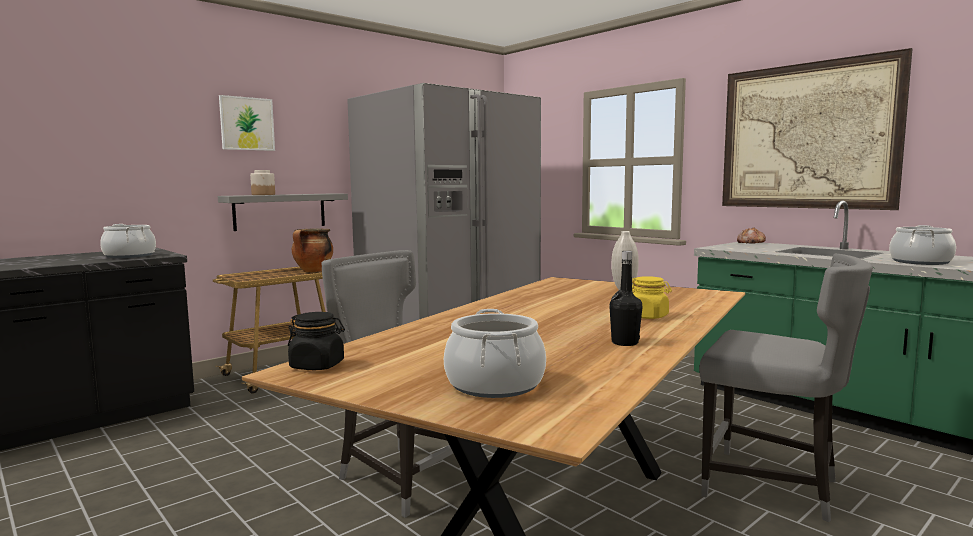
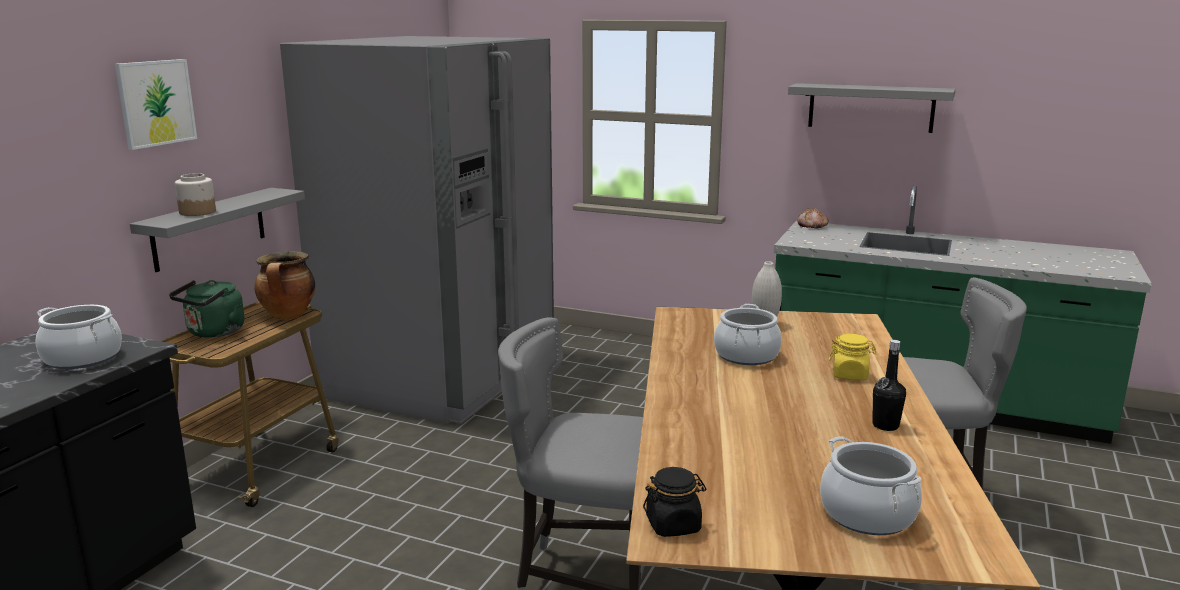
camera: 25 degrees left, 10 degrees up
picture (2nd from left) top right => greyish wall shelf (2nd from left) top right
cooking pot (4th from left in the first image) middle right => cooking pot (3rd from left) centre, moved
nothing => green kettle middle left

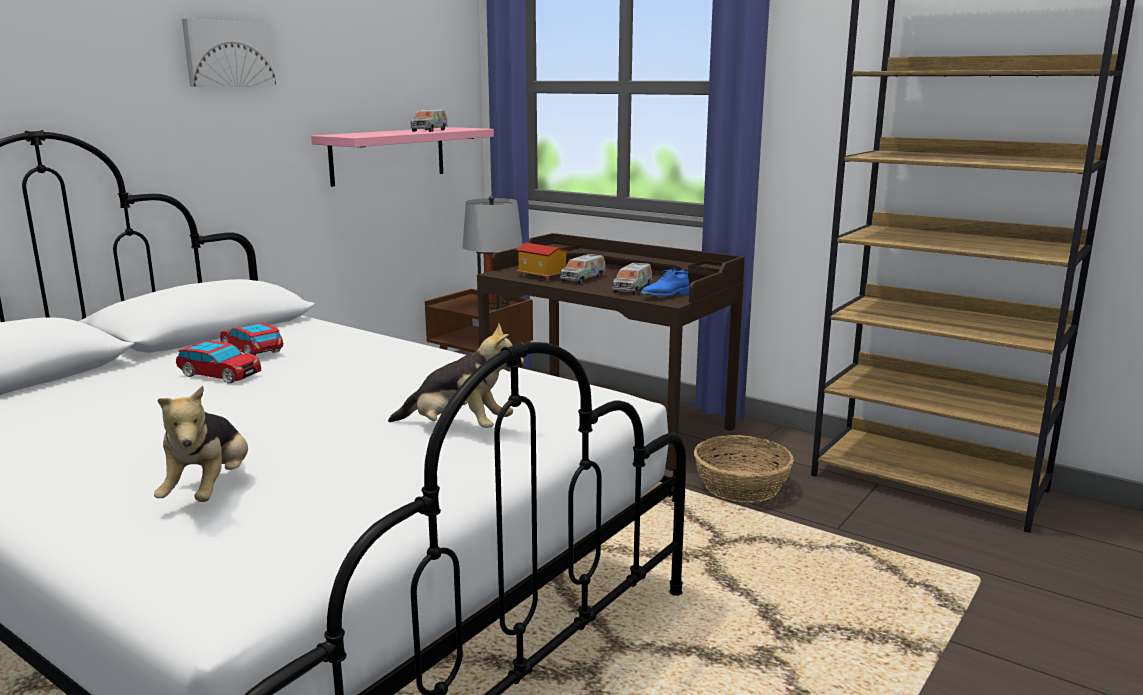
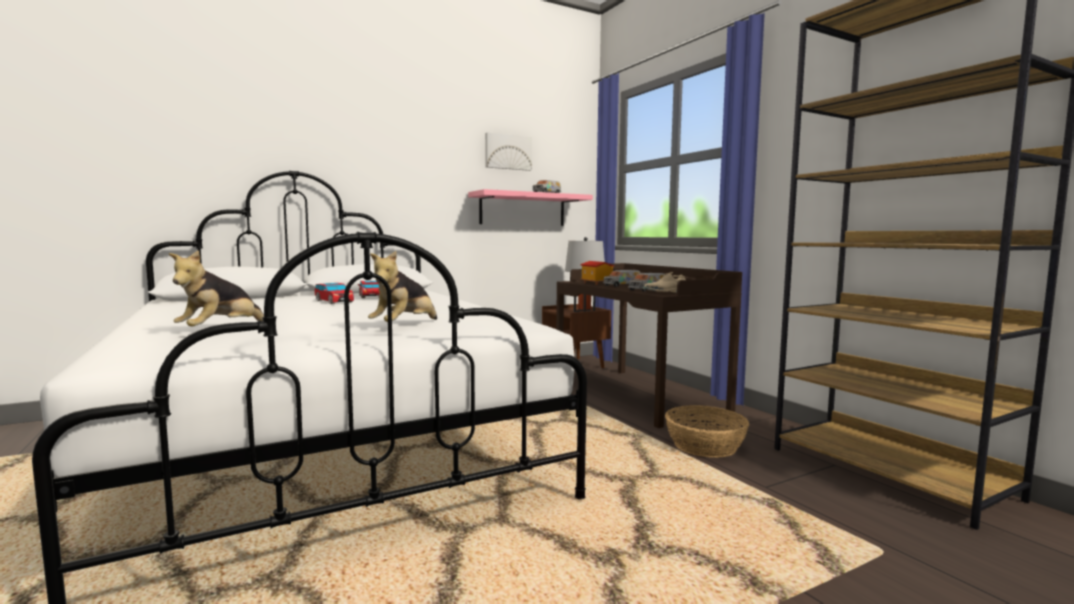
camera: 25 degrees right, 10 degrees down
picture top left => picture top centre, moved
cuddly toy (2nd from left) centre, 75 degrees clockwise
bluish shoe centre => beige-coloured shoe centre

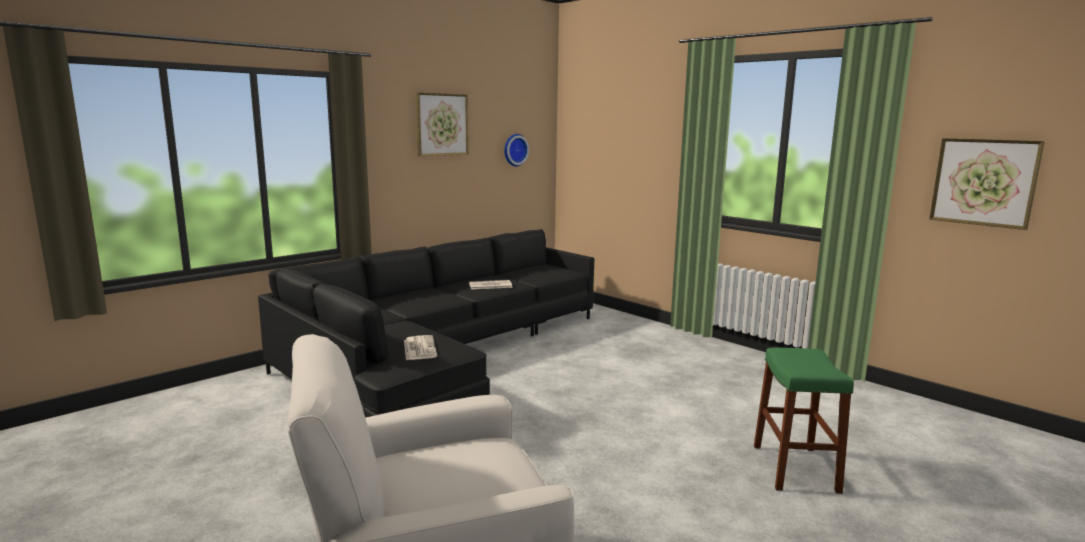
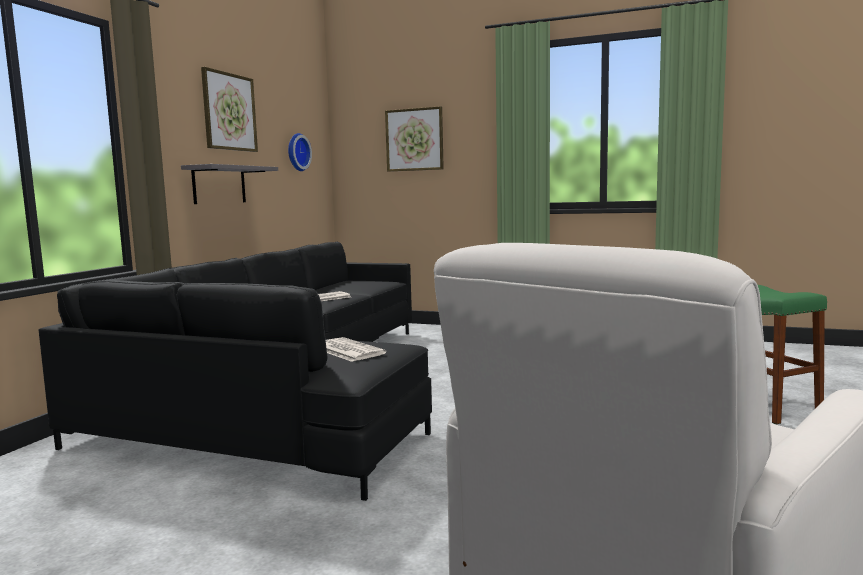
camera: 25 degrees left, 5 degrees down
picture (2nd from left) middle right => picture (2nd from left) top centre, moved
nothing => greyish wall shelf top left

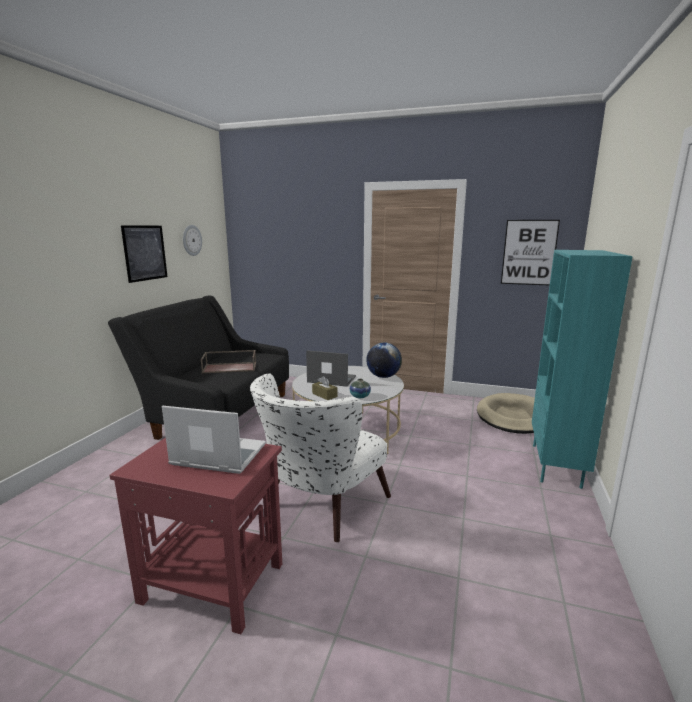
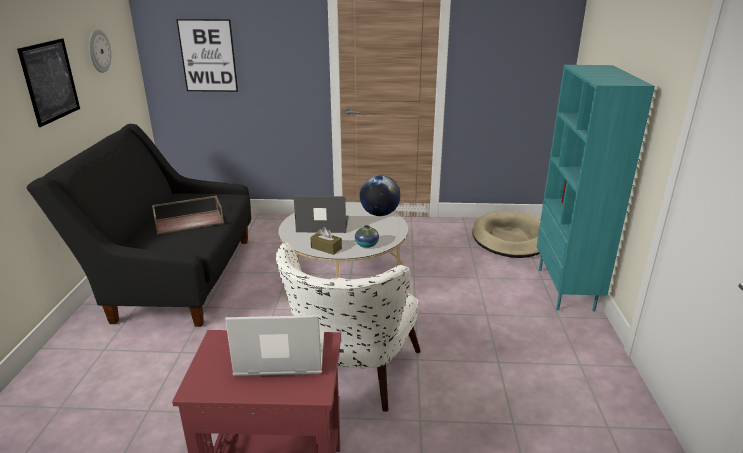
camera: 15 degrees left, 10 degrees up
picture (2nd from left) middle right => picture (2nd from left) top left, moved

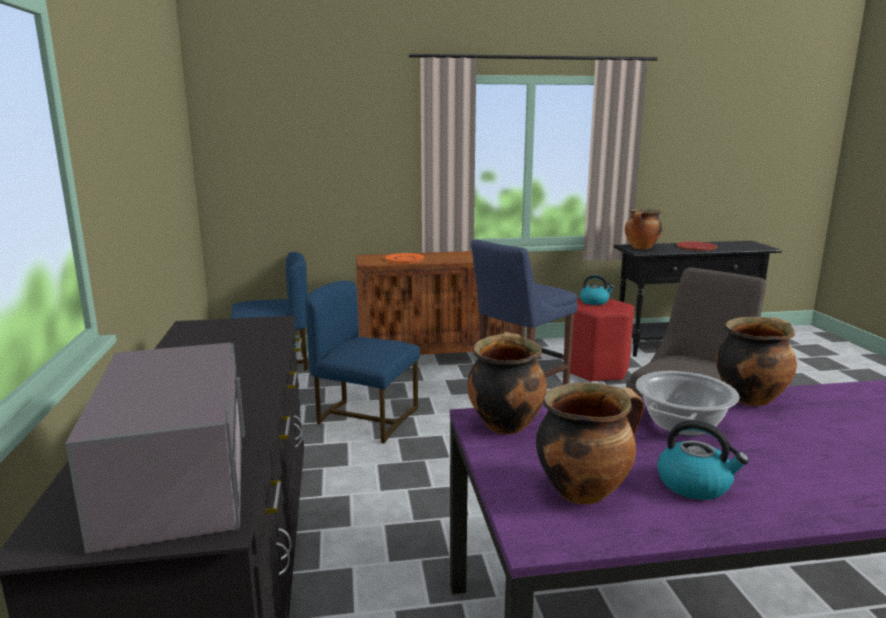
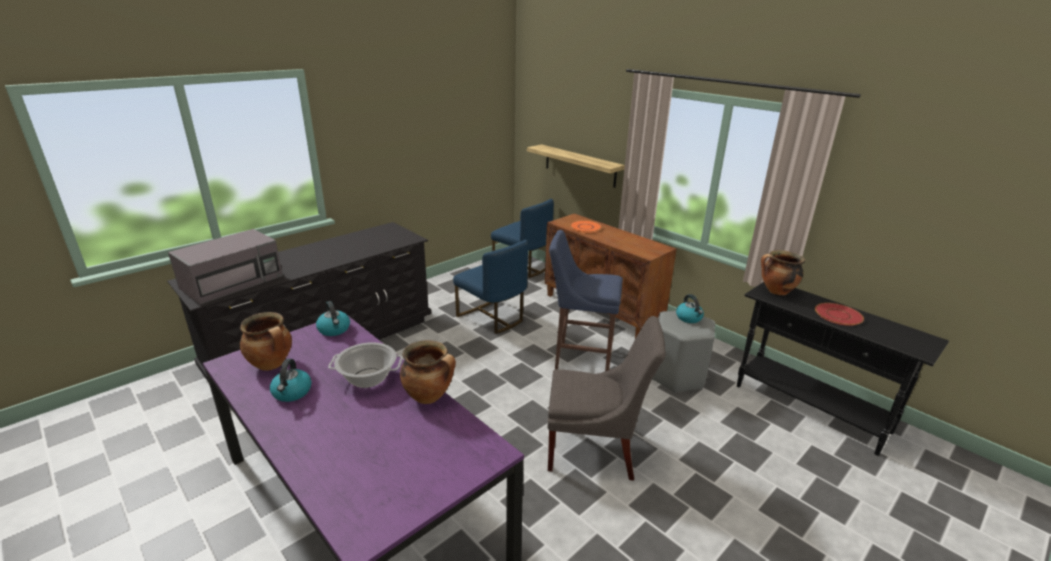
camera: 55 degrees right, 10 degrees up
bluish upright chair (2nd from left in the first image) centre => bluish upright chair (1st from left) centre, 150 degrees clockwise
cooking pot (1st from left) centre => kettle (2nd from left) middle left
reddish stool seat middle right => greyish stool seat centre
nothing => wall shelf top centre

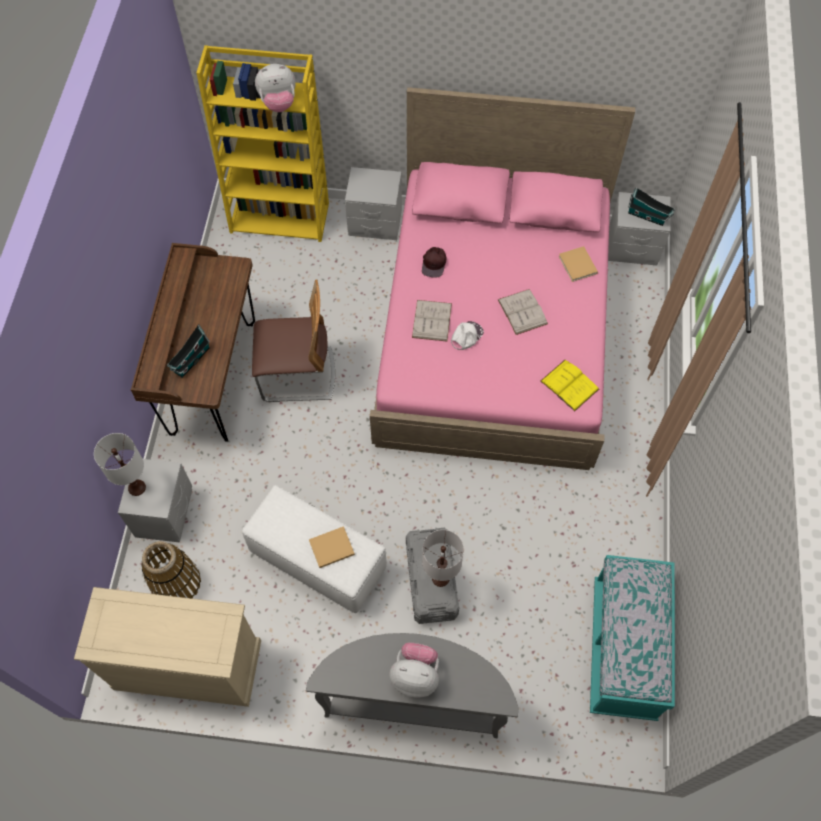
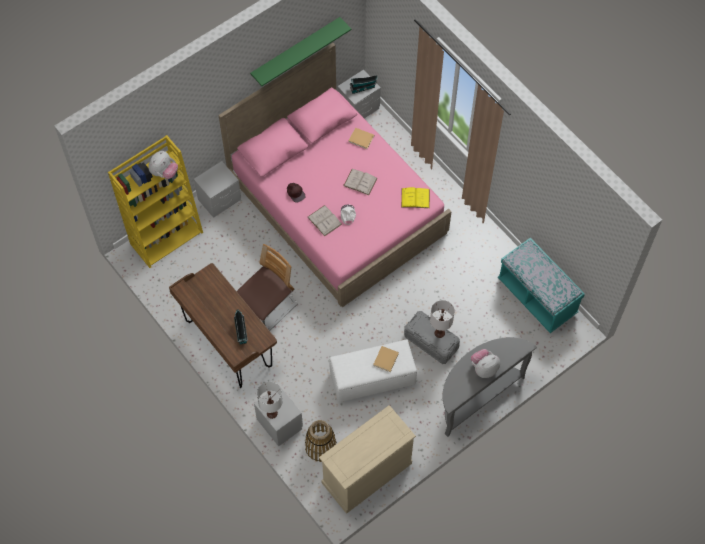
camera: 45 degrees left, 0 degrees up
nothing => green wall shelf top centre

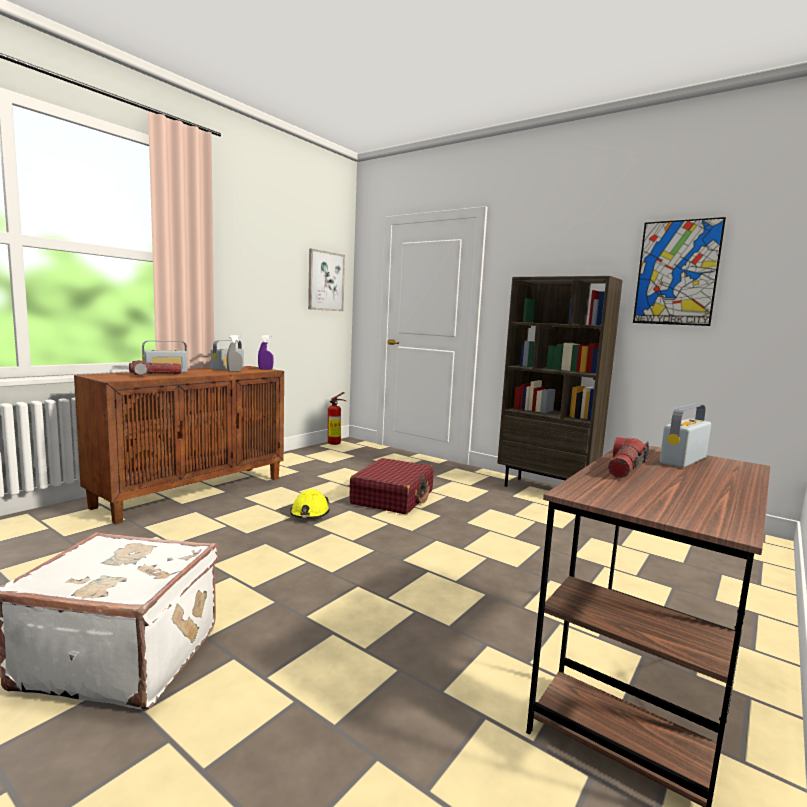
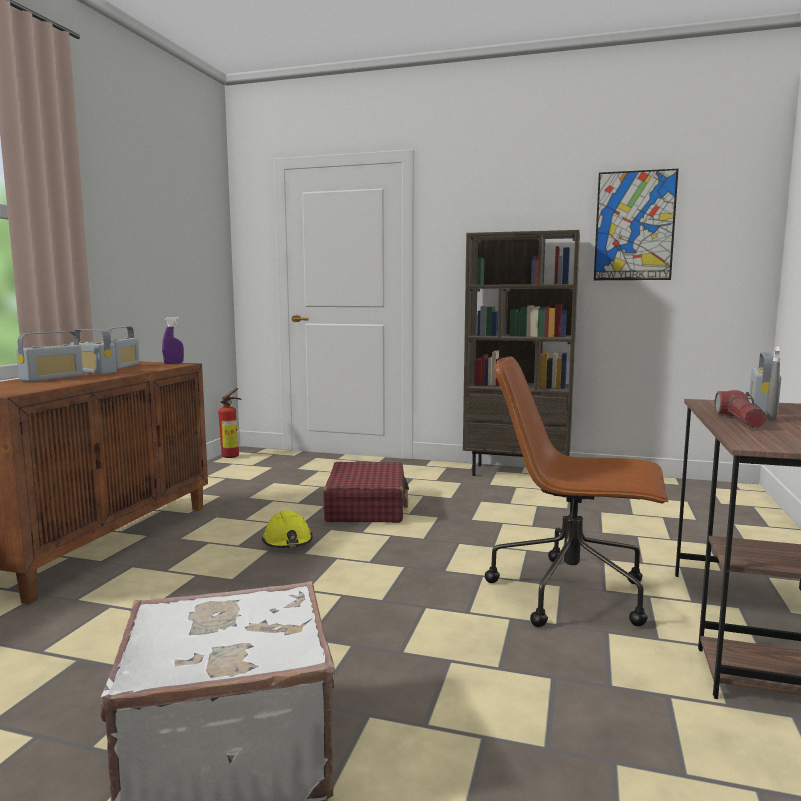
camera: 20 degrees left, 0 degrees up
hand torch (1st from left) middle left => nothing
greyish hand sprayer middle left => greyish hand sprayer middle right, moved
picture (1st from left) centre => nothing
nothing => radio receiver (2nd from left) middle left
nothing => brownish desk chair middle right

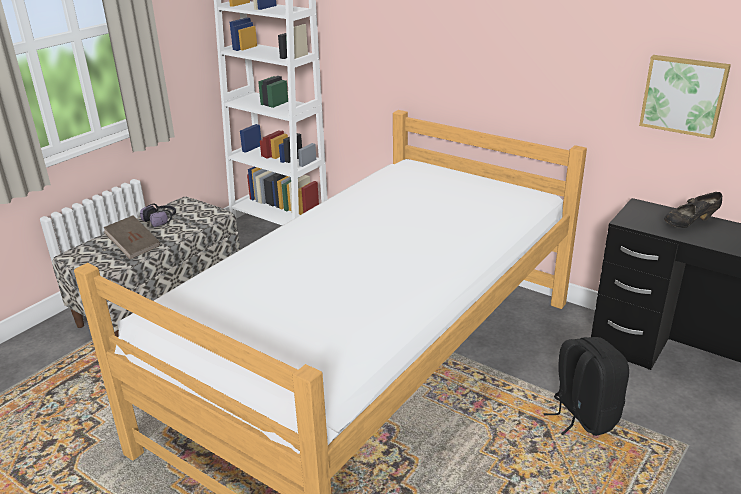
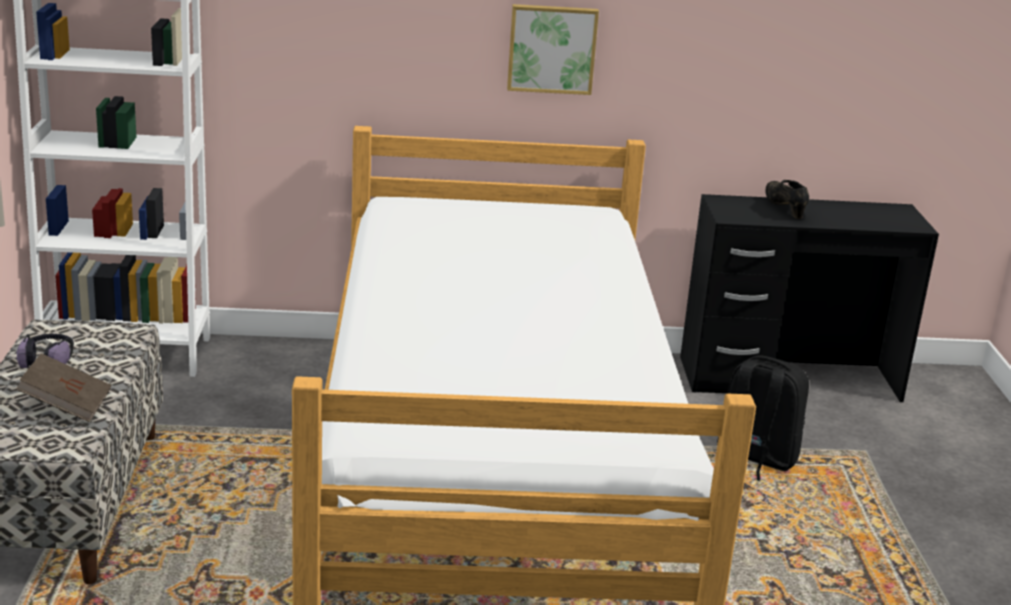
camera: 40 degrees left, 5 degrees down
picture top right => picture top centre, moved
black shoe middle right => black shoe top right, 135 degrees clockwise

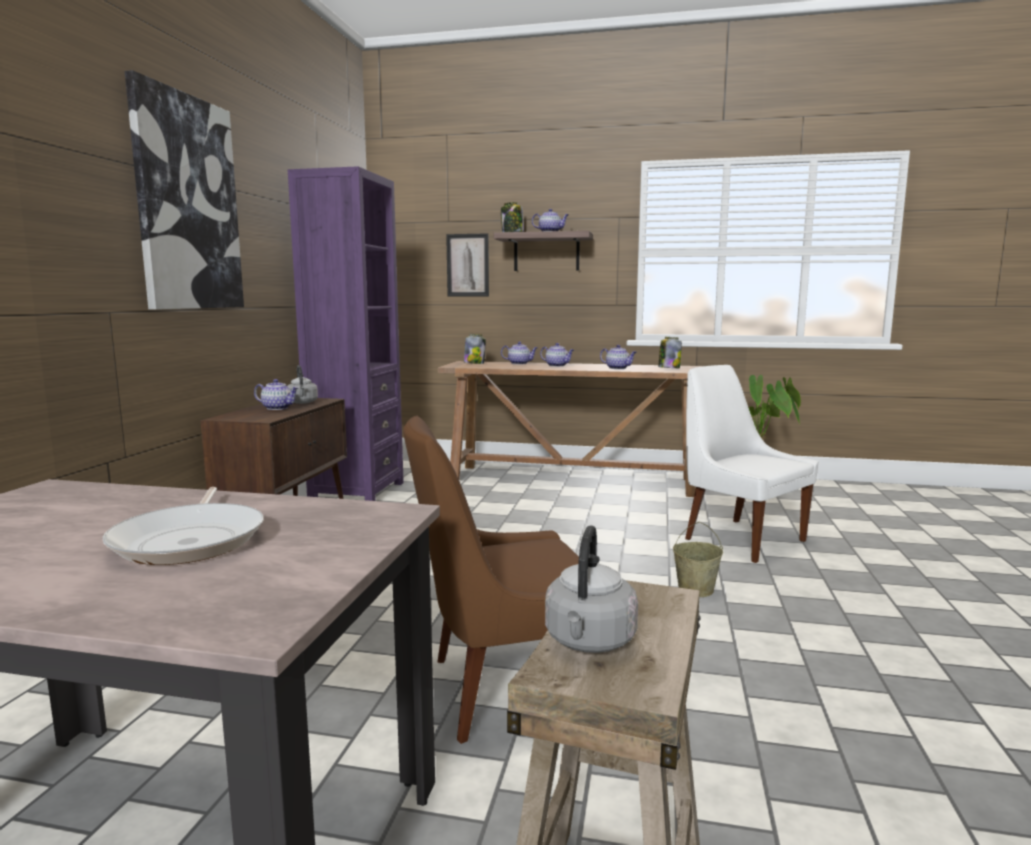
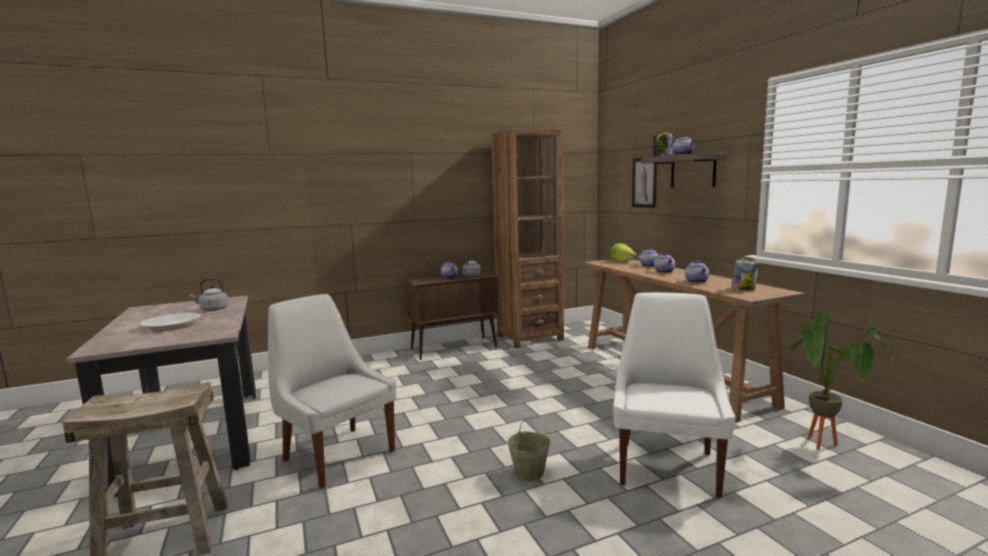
camera: 55 degrees right, 0 degrees up
picture (1st from left) top left => nothing
purple bookshelf centre => brownish bookshelf centre
brownish upright chair bottom centre => whitish upright chair (1st from left) bottom centre
preserve jar (1st from left) centre => lettuce centre
greyish kettle (2nd from left in the first image) bottom centre => greyish kettle (1st from left) middle left, moved

